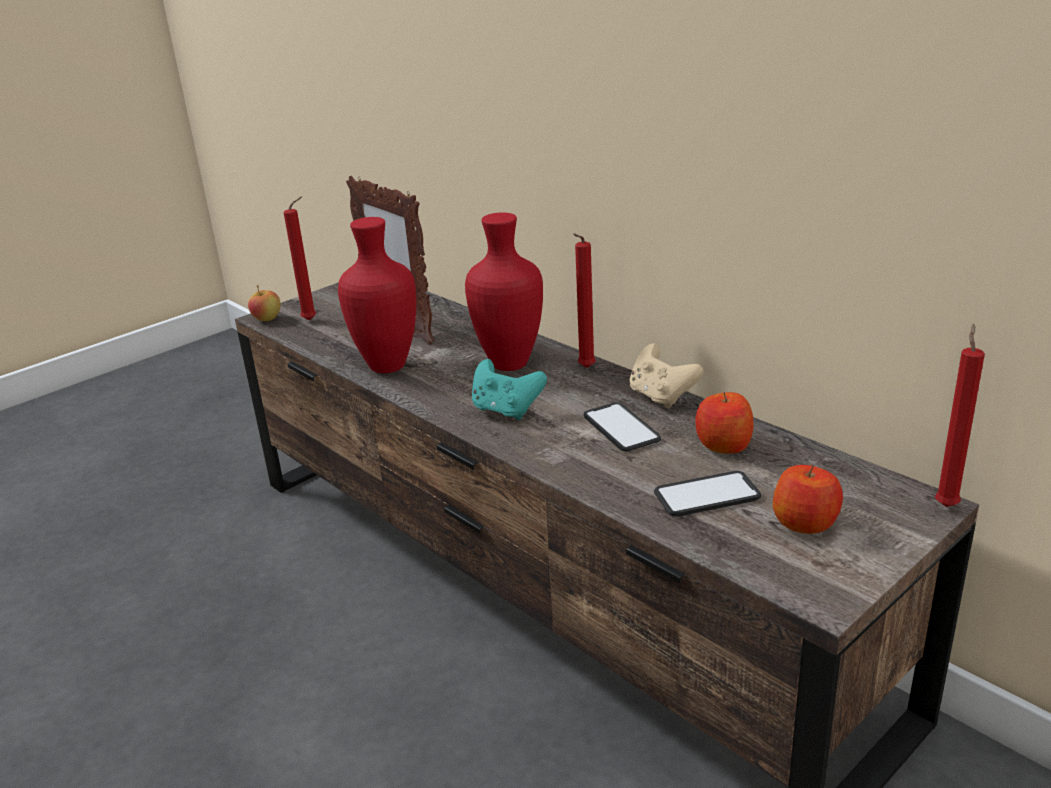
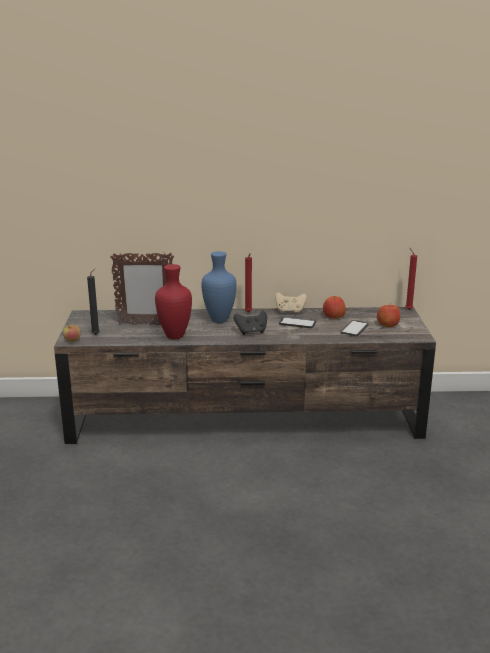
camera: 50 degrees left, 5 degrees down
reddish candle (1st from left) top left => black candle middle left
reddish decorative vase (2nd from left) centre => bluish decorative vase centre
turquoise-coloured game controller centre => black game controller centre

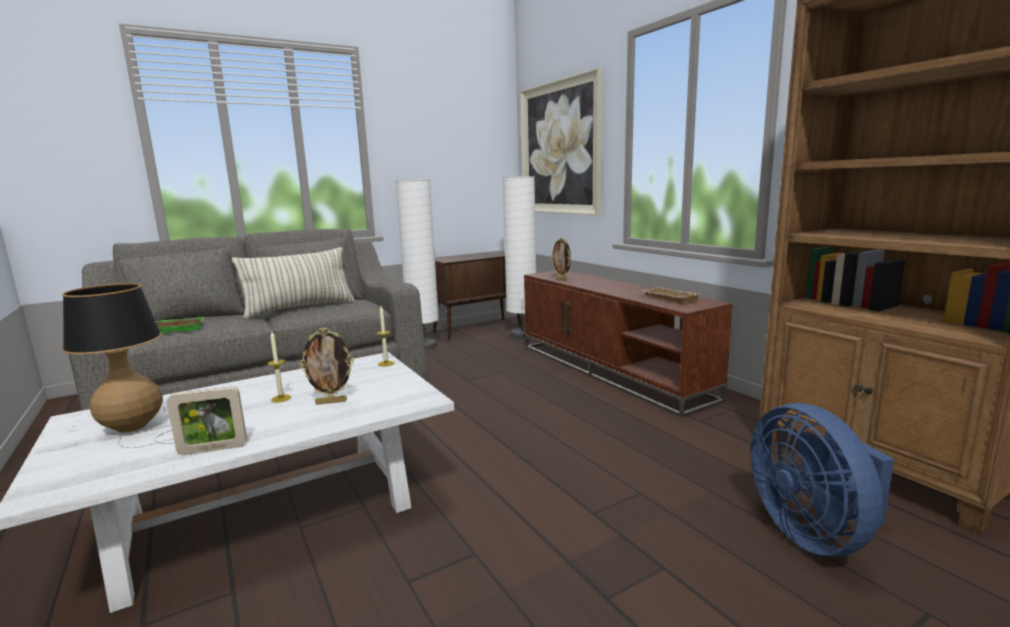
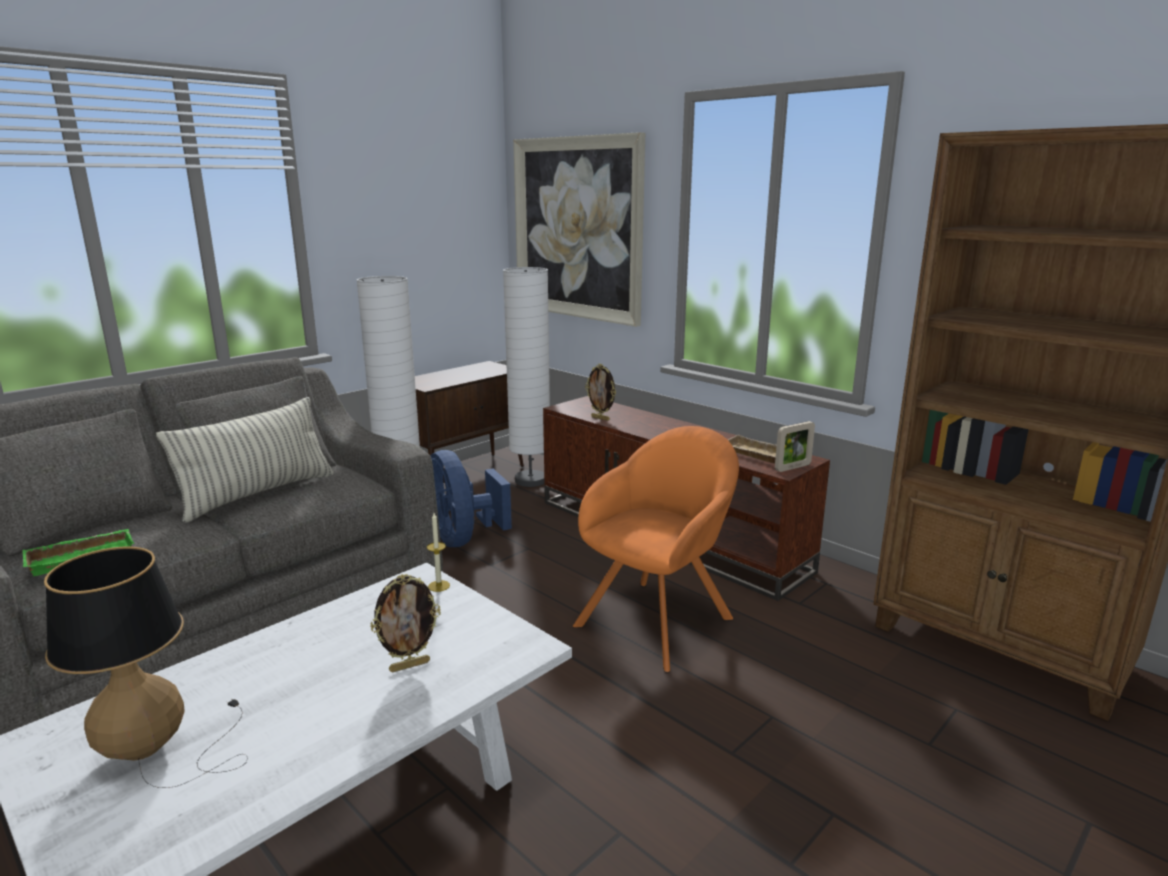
camera: 15 degrees left, 5 degrees up
photo frame (1st from left in the first image) bottom left => photo frame (3rd from left) middle right, moved
candle (1st from left) middle left => nothing
bluish fan bottom right => bluish fan centre, moved
nothing => orangey lounge chair centre

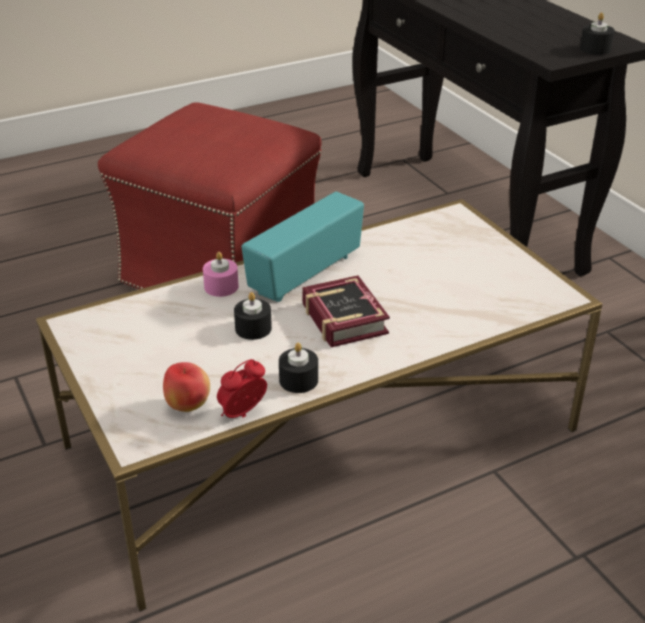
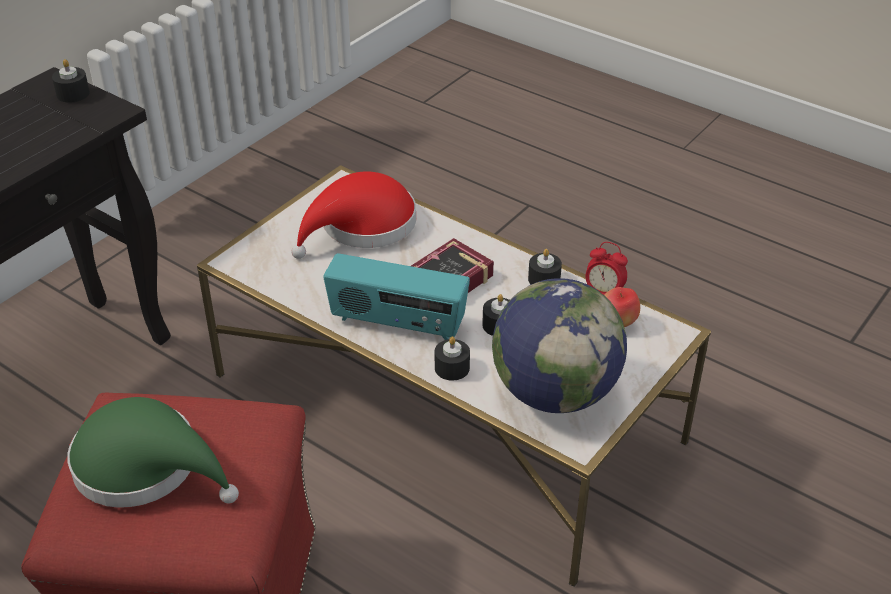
camera: 115 degrees left, 5 degrees up
pink candle centre => black candle (2nd from left) centre
nothing => green clothing hat bottom left
nothing => reddish clothing hat centre
nothing => desk globe centre

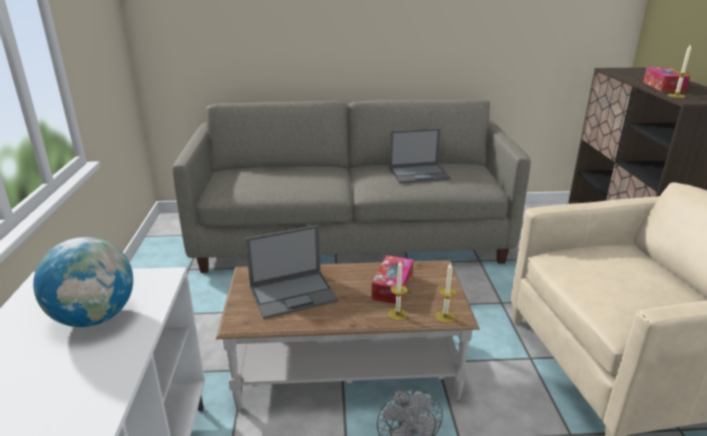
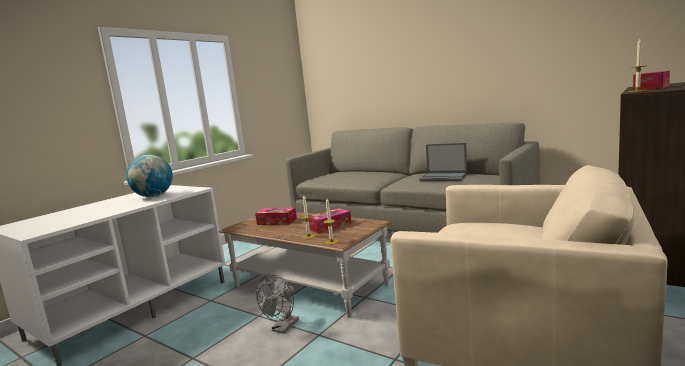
camera: 40 degrees right, 15 degrees down
laptop (1st from left) centre => box of tissues (1st from left) centre

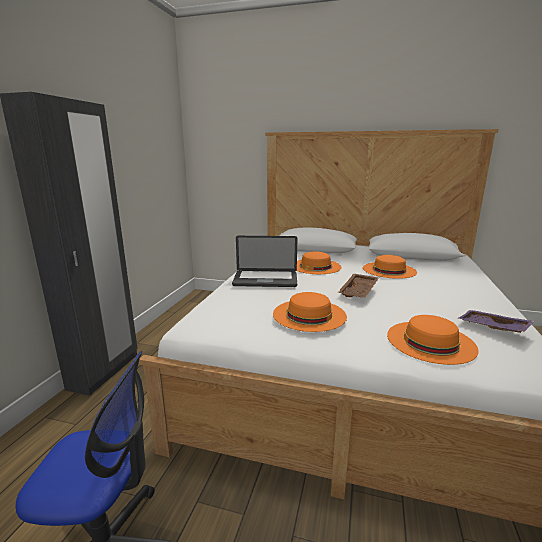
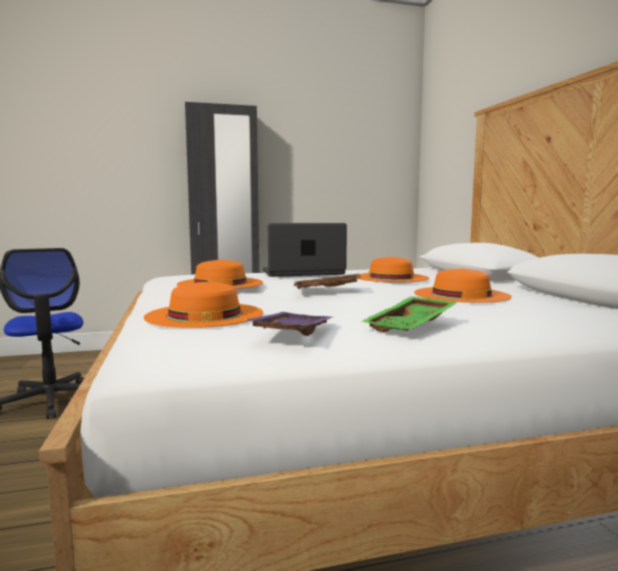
camera: 60 degrees right, 10 degrees down
laptop centre, 105 degrees clockwise
nothing => green tray centre

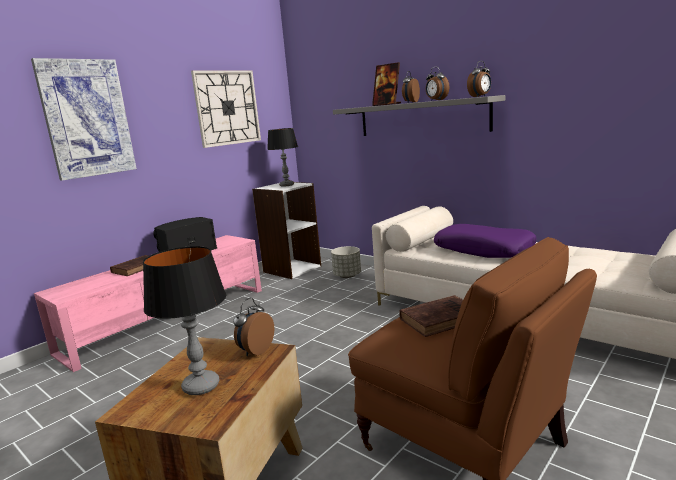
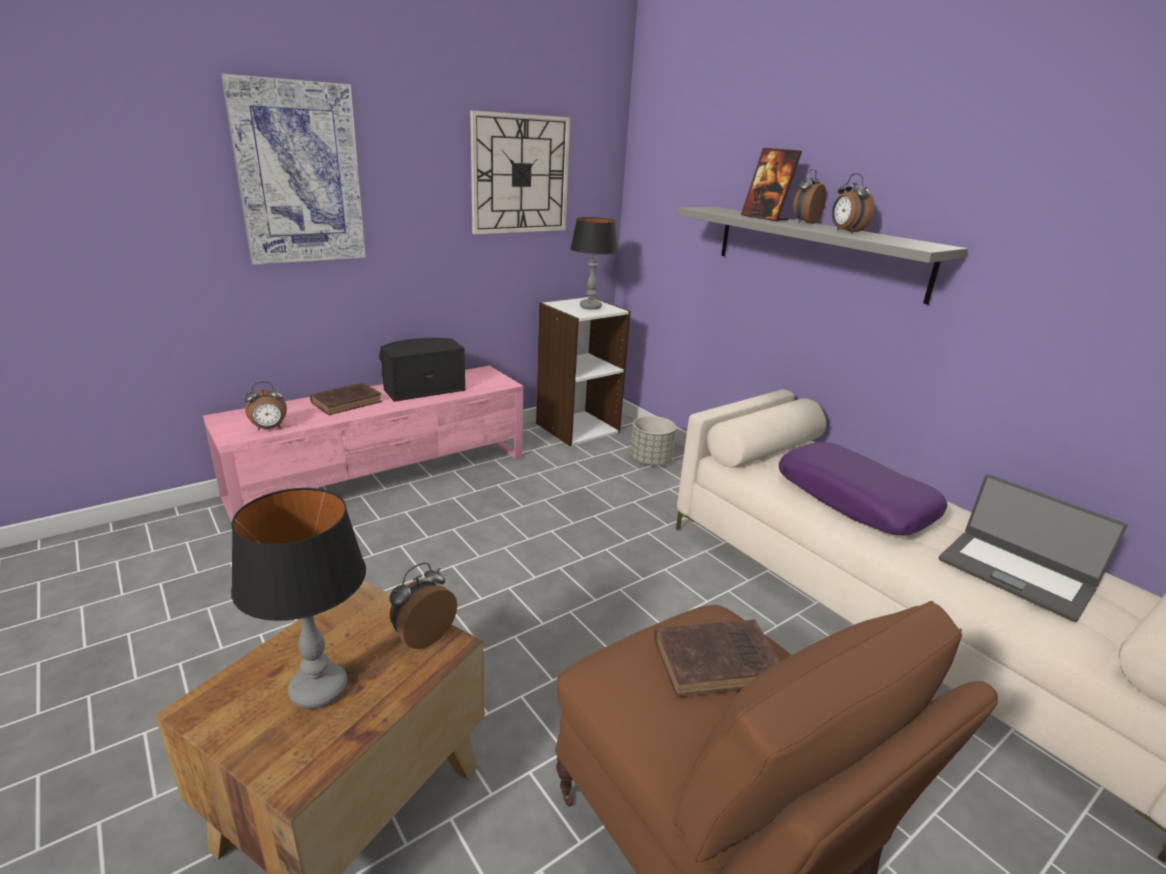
camera: 10 degrees right, 10 degrees up
alarm clock (4th from left in the first image) top right => alarm clock (1st from left) middle left, moved
nothing => laptop middle right

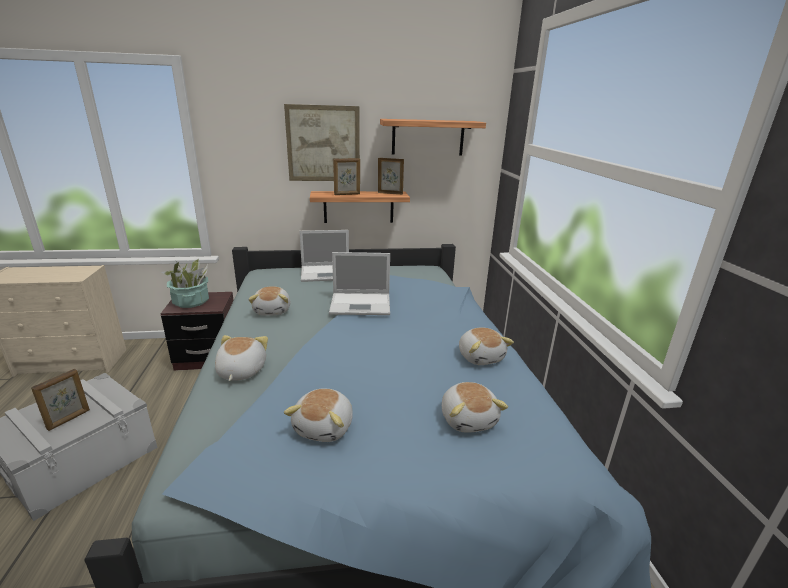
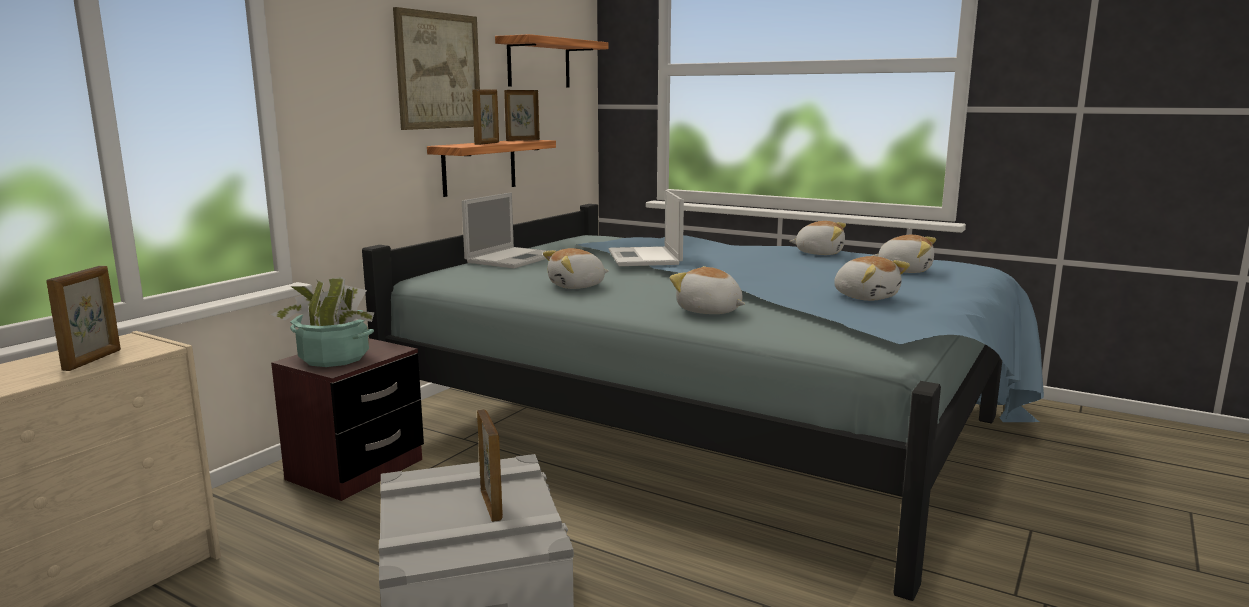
camera: 50 degrees left, 10 degrees down
cuddly toy (2nd from left in the first image) centre => cuddly toy (1st from left) centre, 120 degrees clockwise
laptop (2nd from left) centre, 135 degrees clockwise
nothing => photo frame (1st from left) middle left

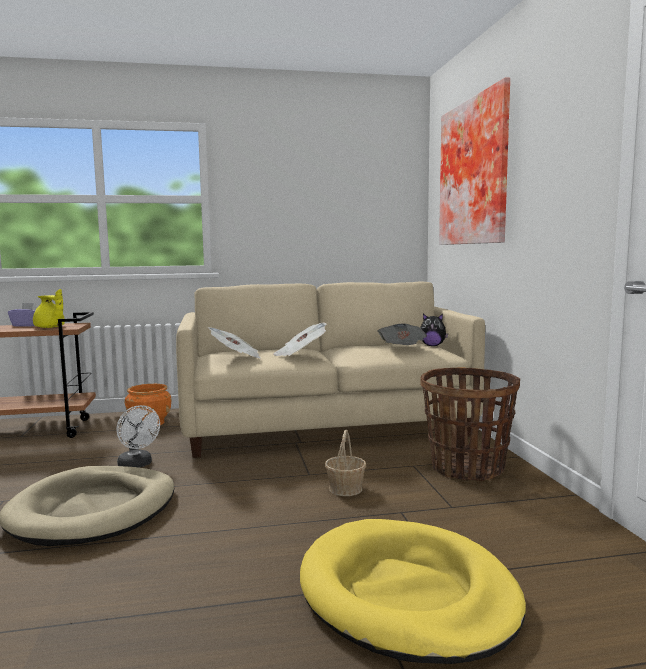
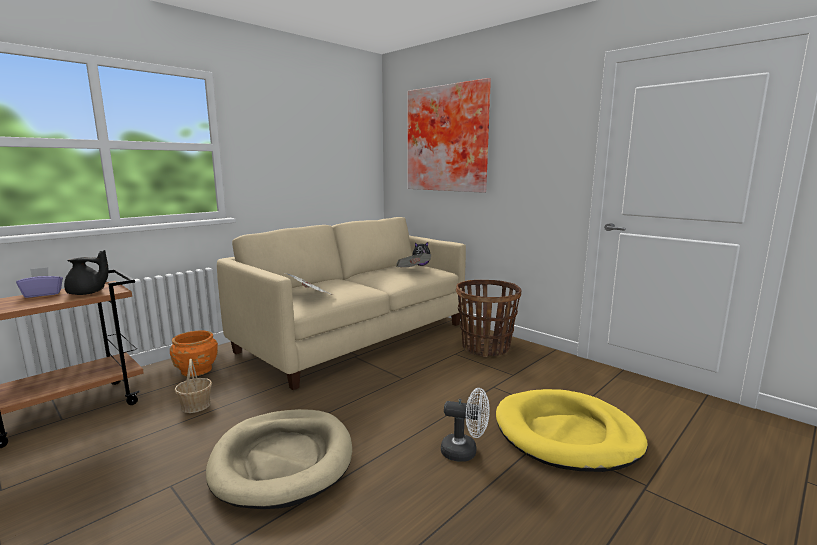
camera: 35 degrees left, 5 degrees up
yellowish pot for tea middle left => black pot for tea middle left
whitish fan middle left => whitish fan bottom centre, moved
daily paper (2nd from left) centre => nothing
household basket (1st from left) bottom centre => household basket (1st from left) bottom left, moved

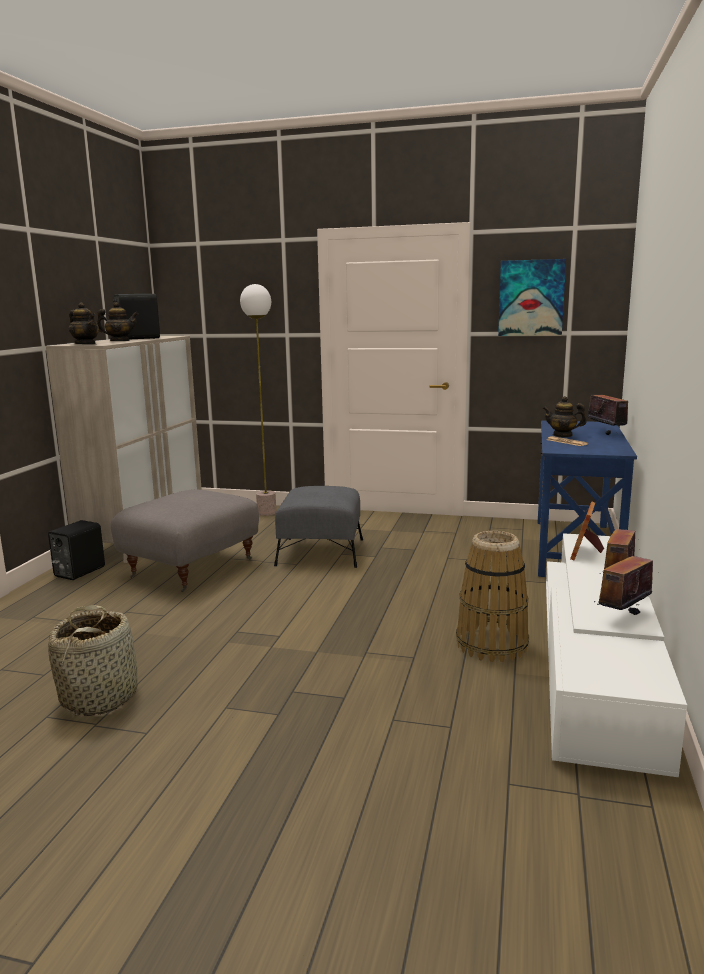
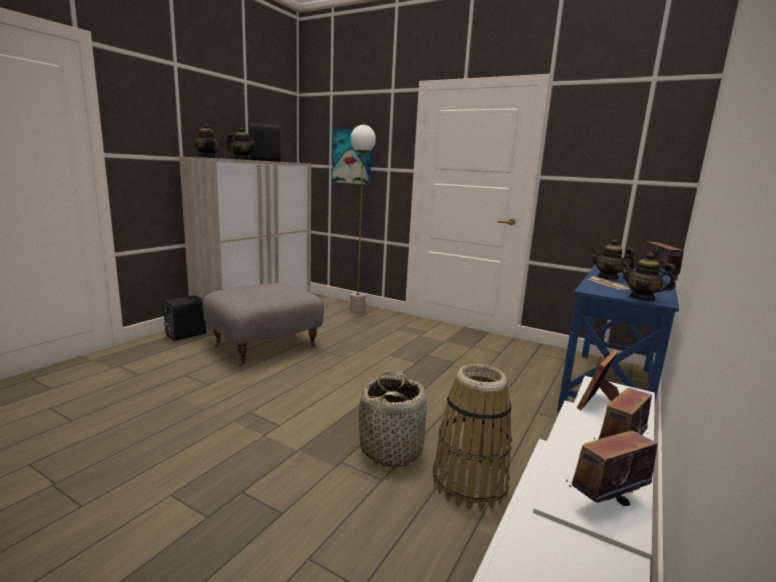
camera: 15 degrees right, 0 degrees up
household basket (1st from left) bottom left => household basket (1st from left) bottom centre, moved
greyish ottoman (2nd from left) centre => nothing
picture top right => picture top centre, moved
nothing => pot for tea (4th from left) middle right

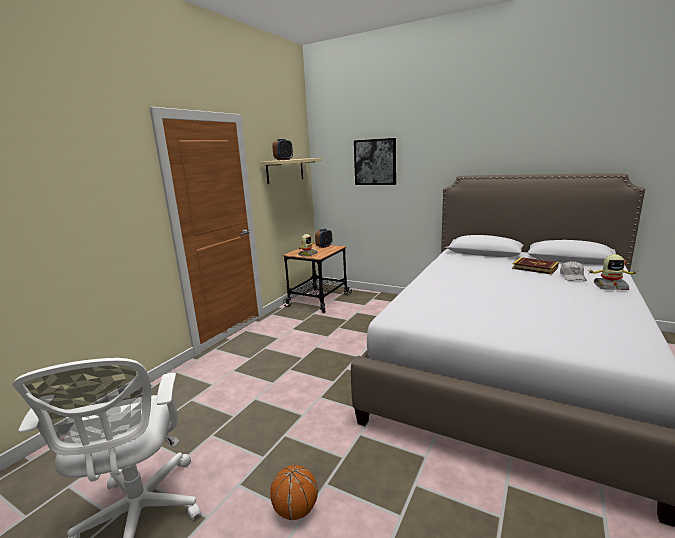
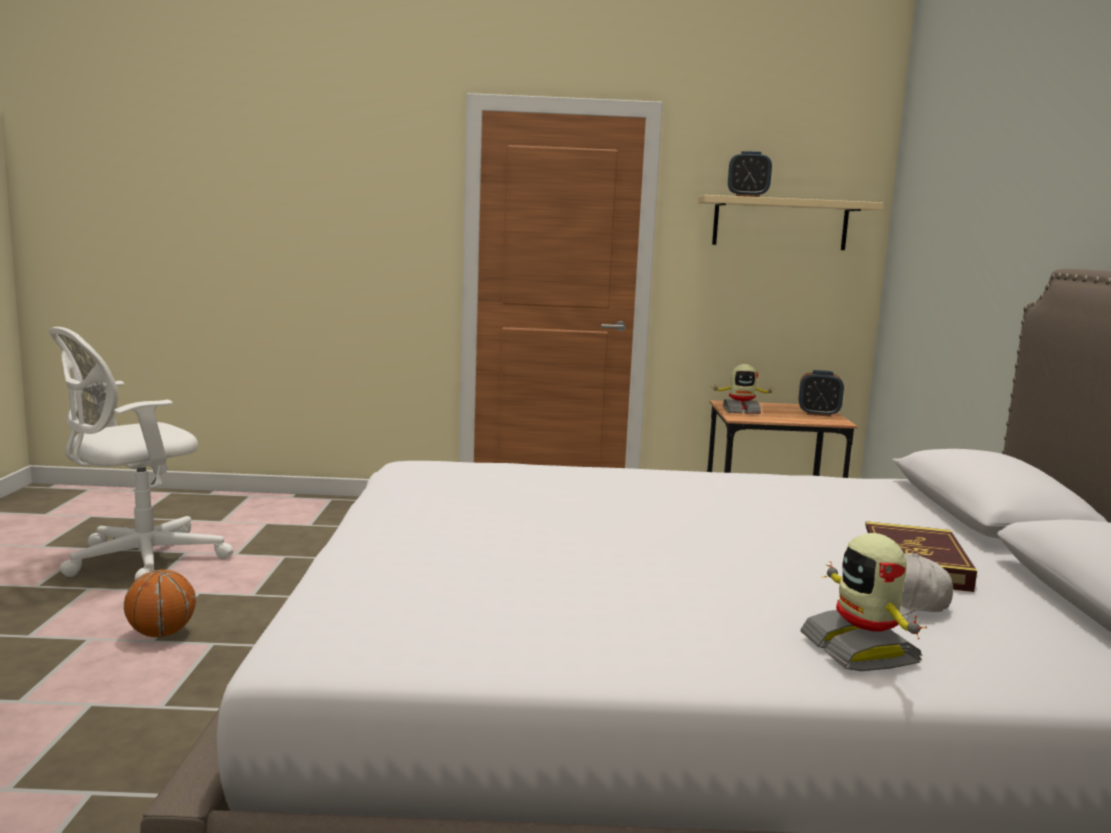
camera: 60 degrees right, 5 degrees down
picture top centre => nothing

